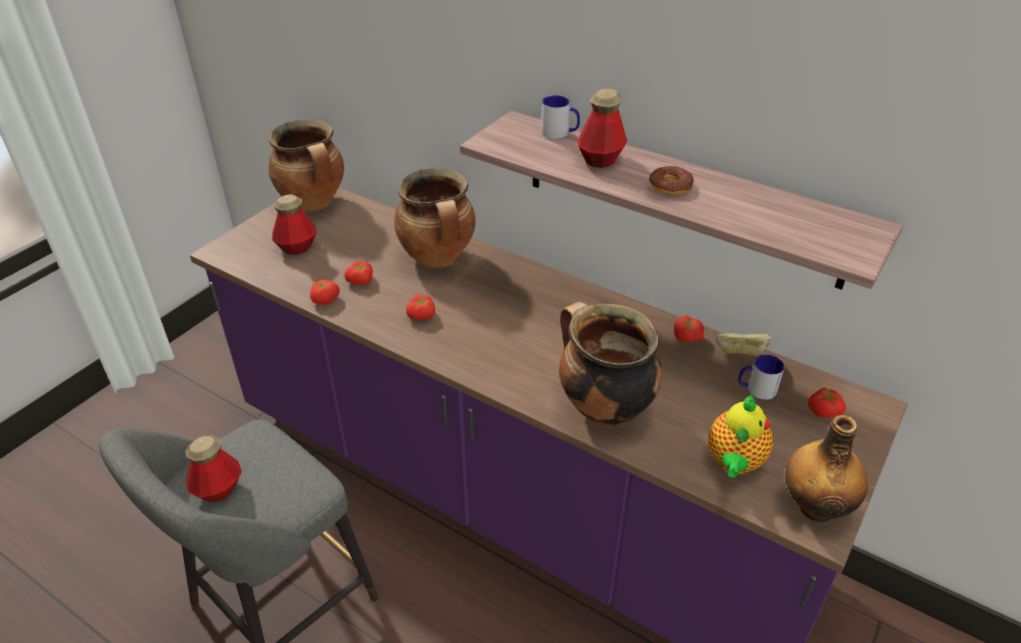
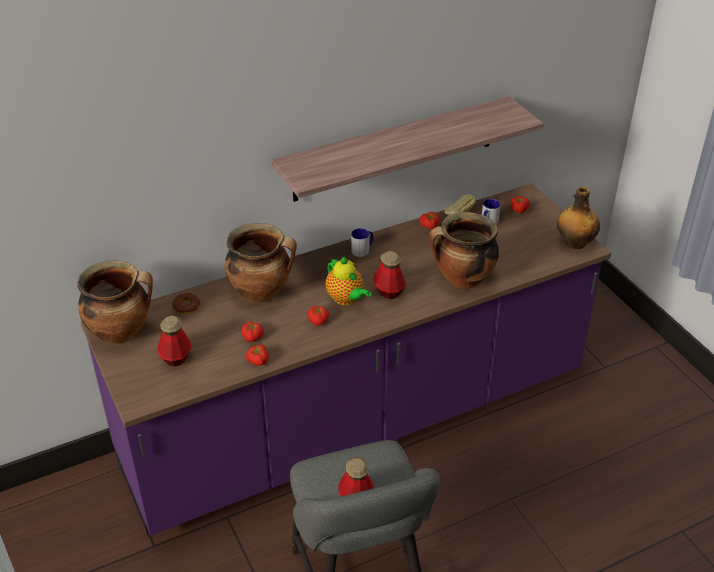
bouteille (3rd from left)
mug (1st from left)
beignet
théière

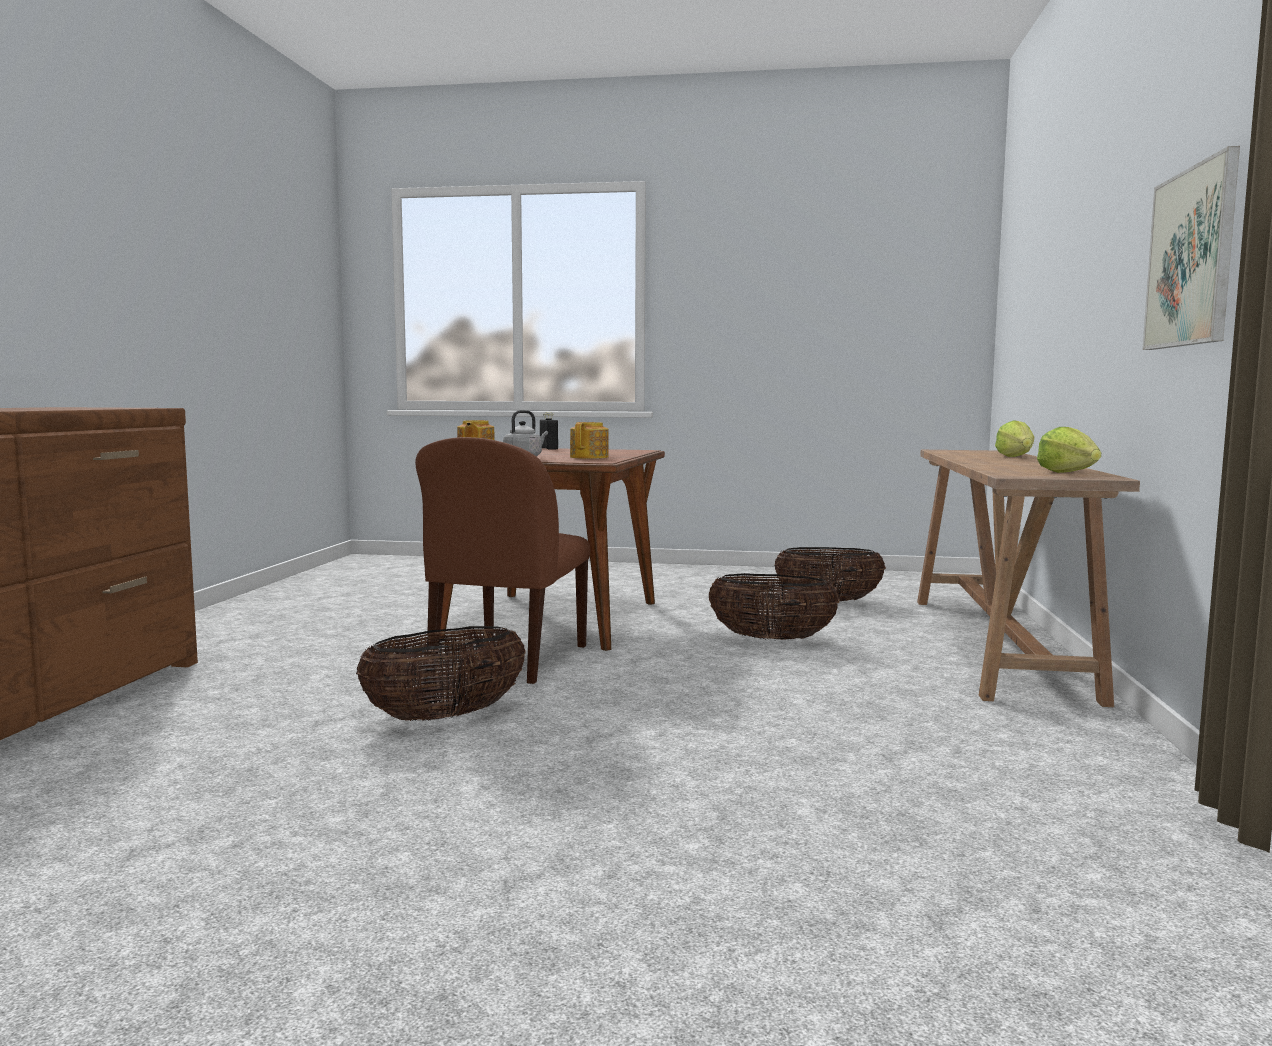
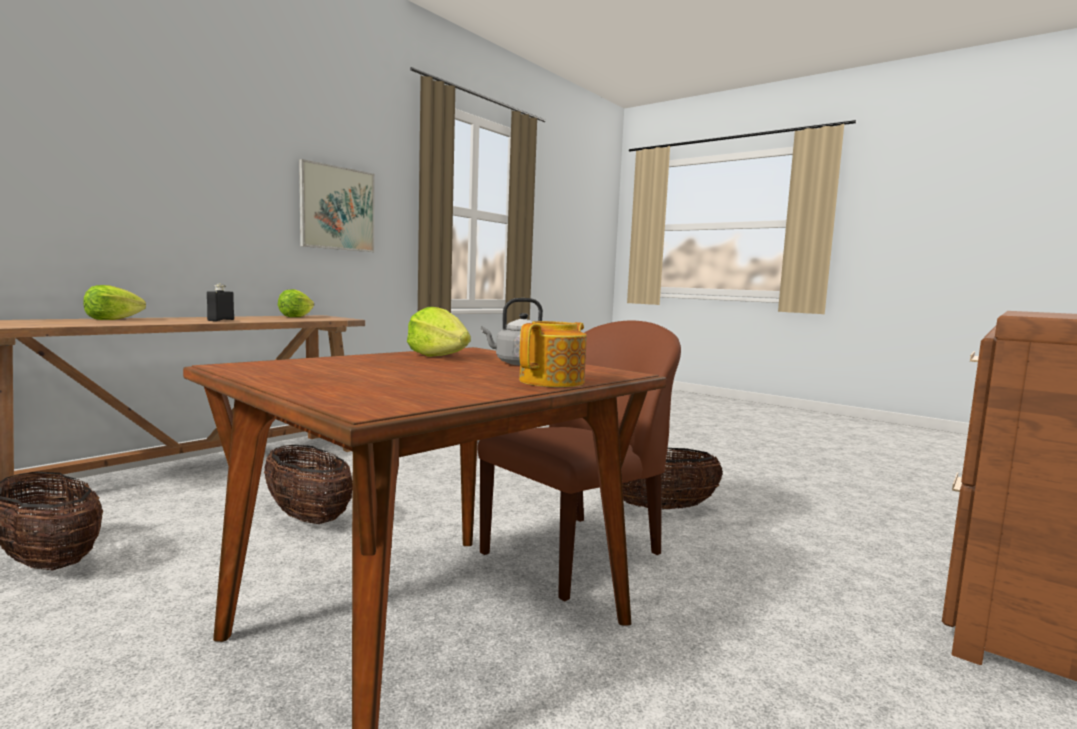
bouteille [noir]
laitue (3rd from left)

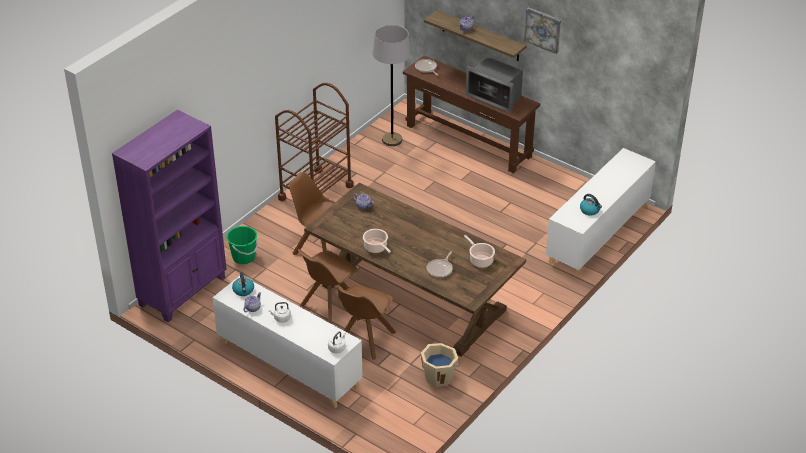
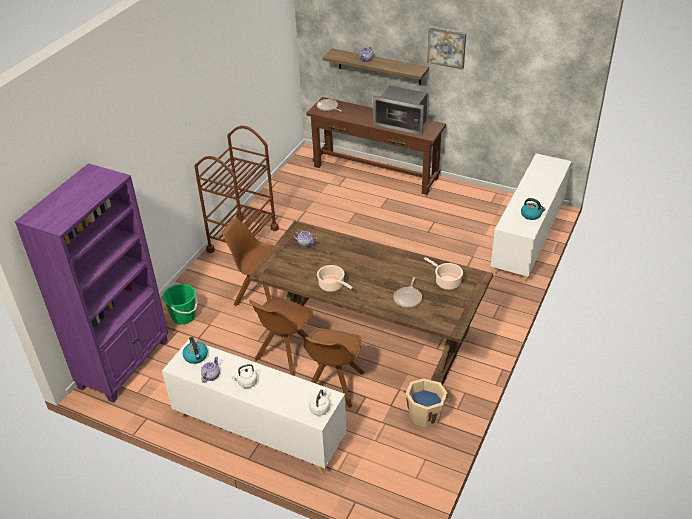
lampadaire [gris]

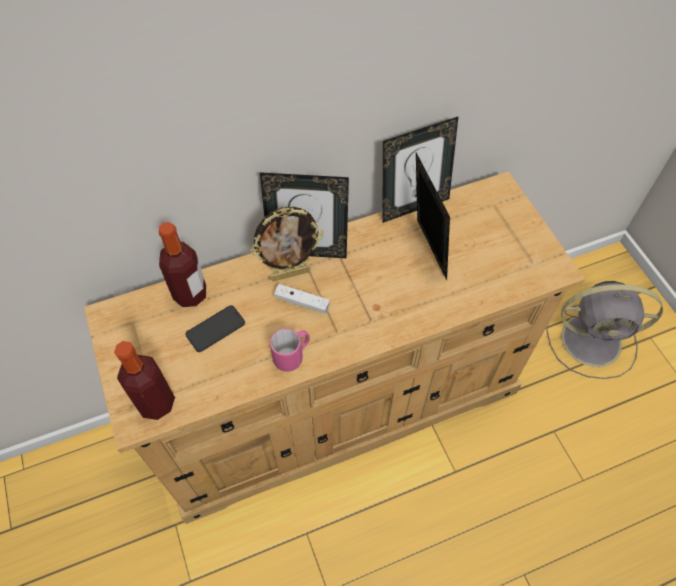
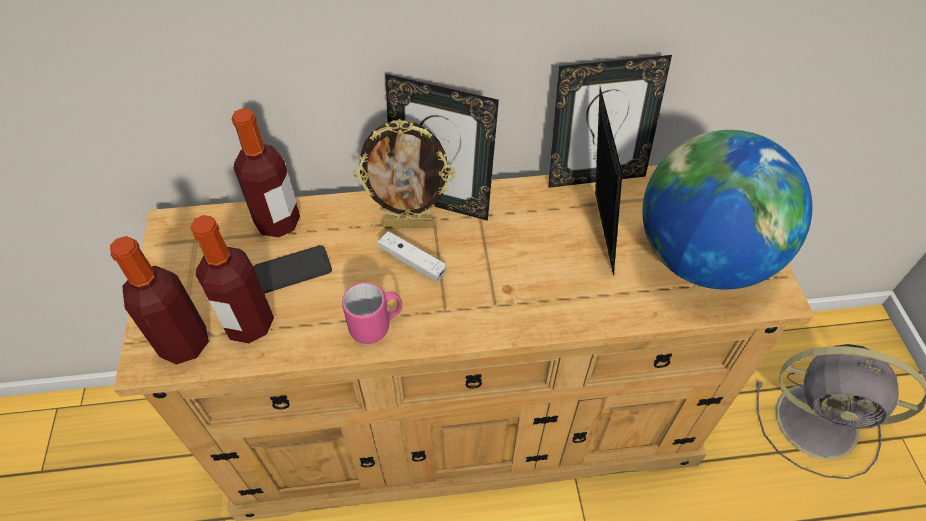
globe
bouteille (2nd from left)

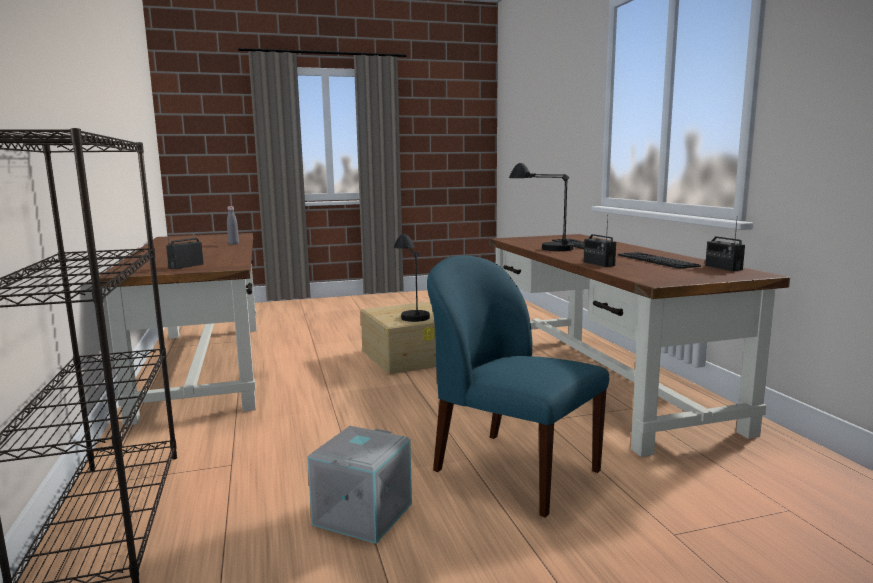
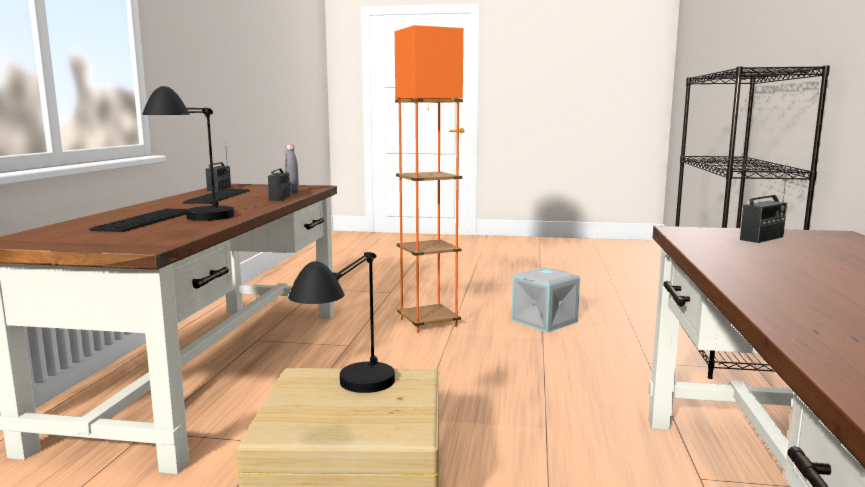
bouteille [gris]
lampadaire [orange]

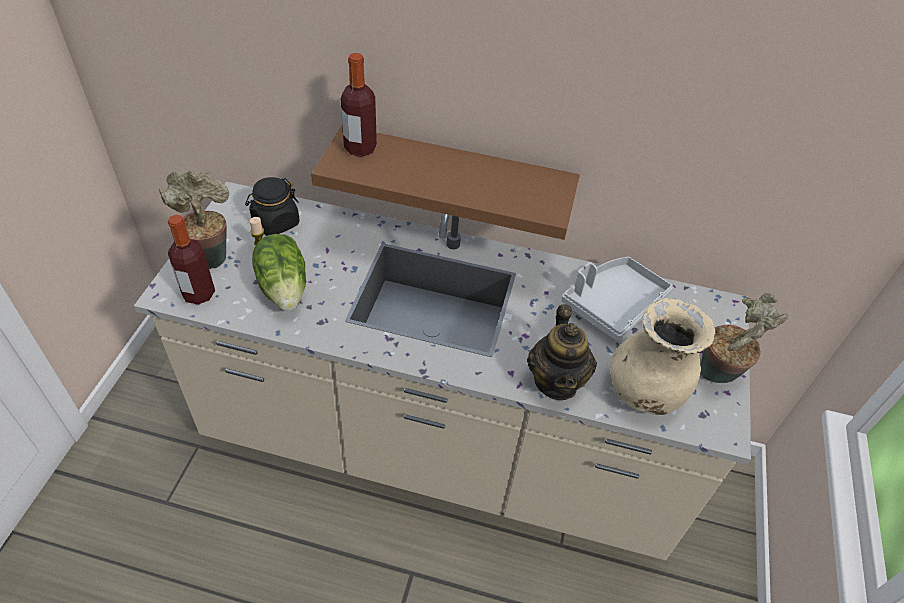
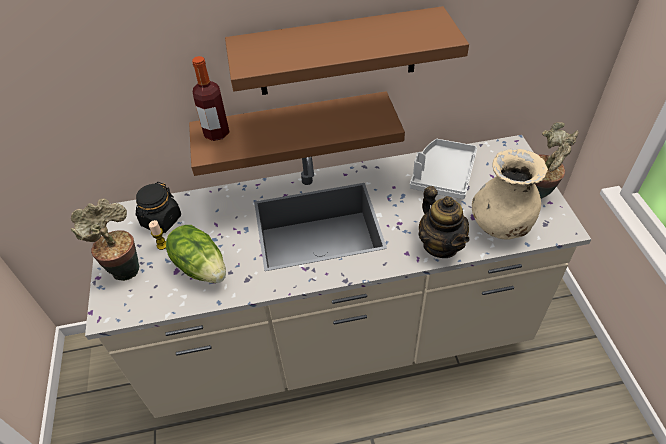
bouteille (1st from left in the first image)
étagère [marron] (2nd from left)

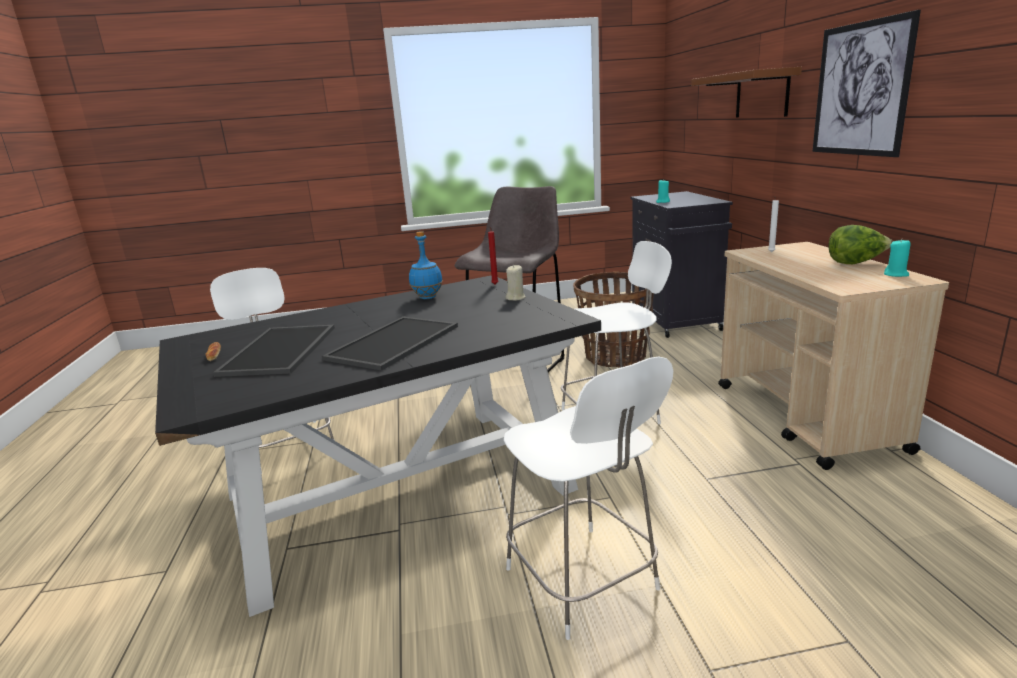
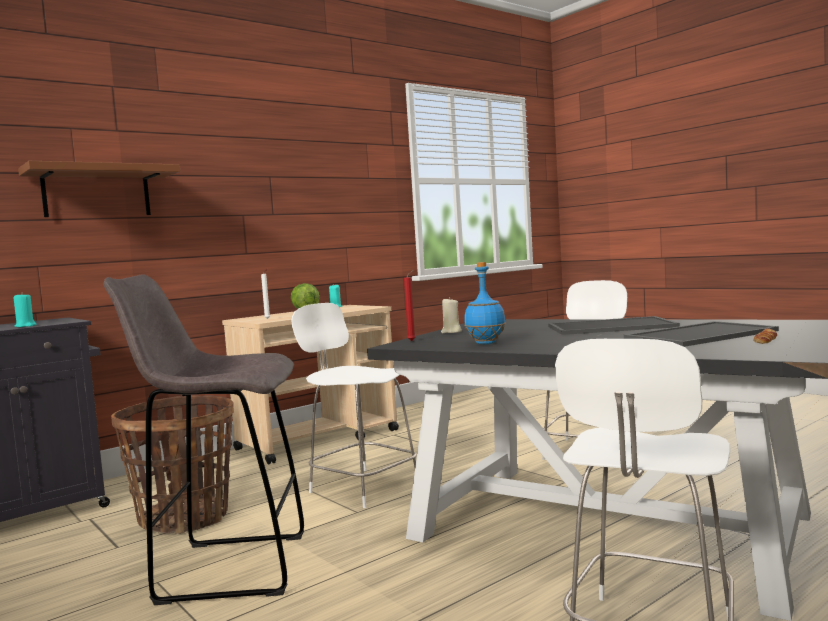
tableau

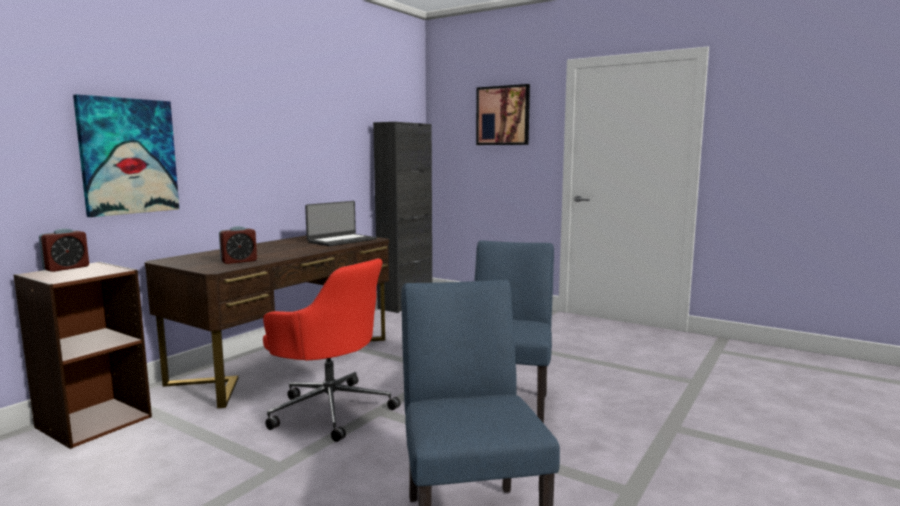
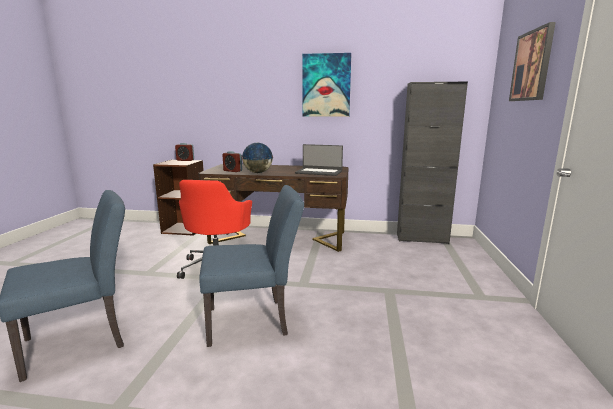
tableau (1st from left)
globe

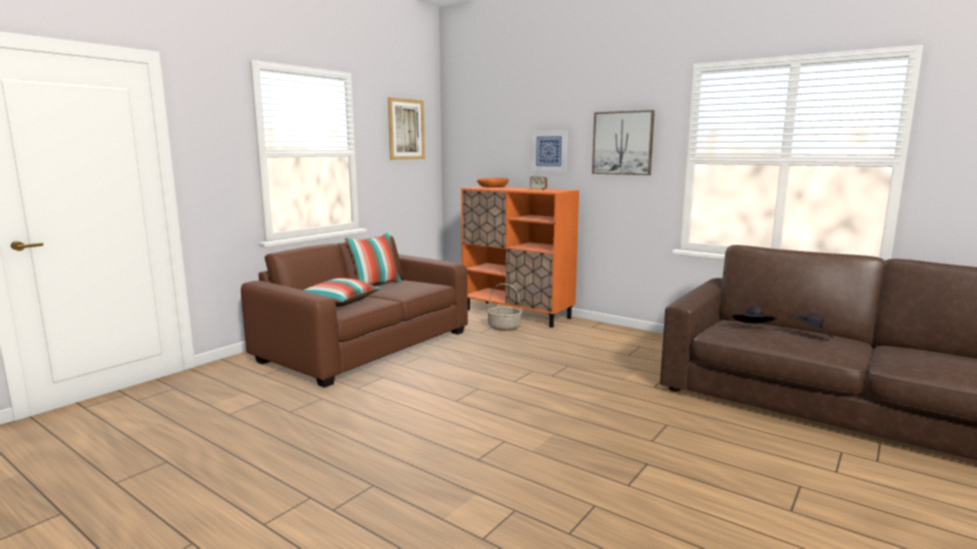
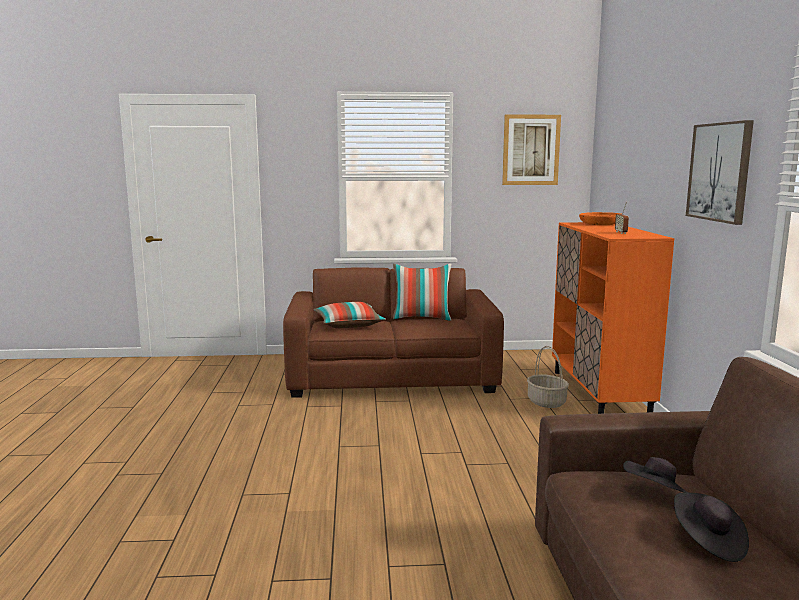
tableau (2nd from left in the first image)

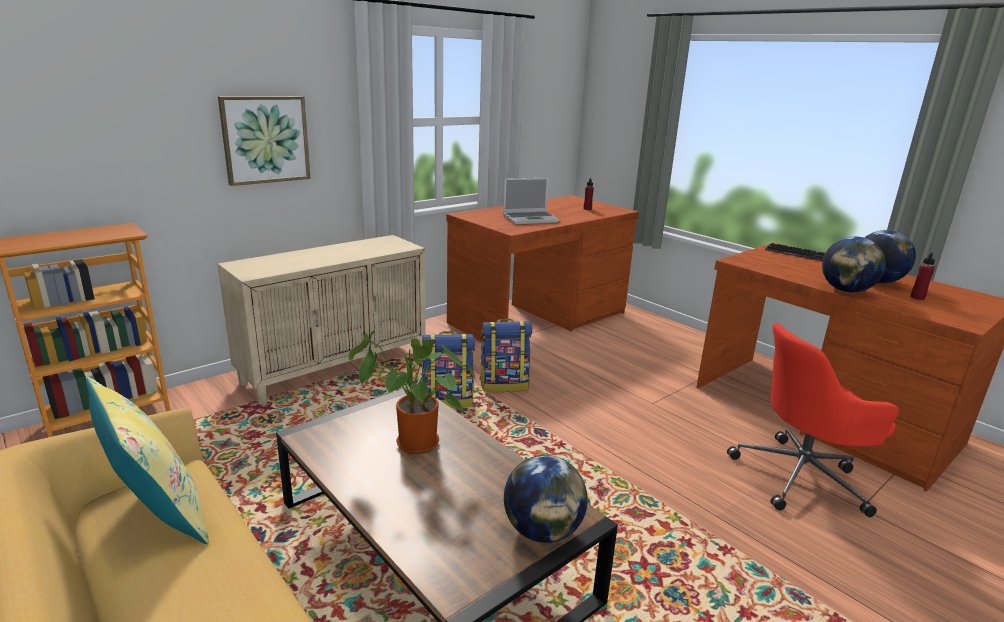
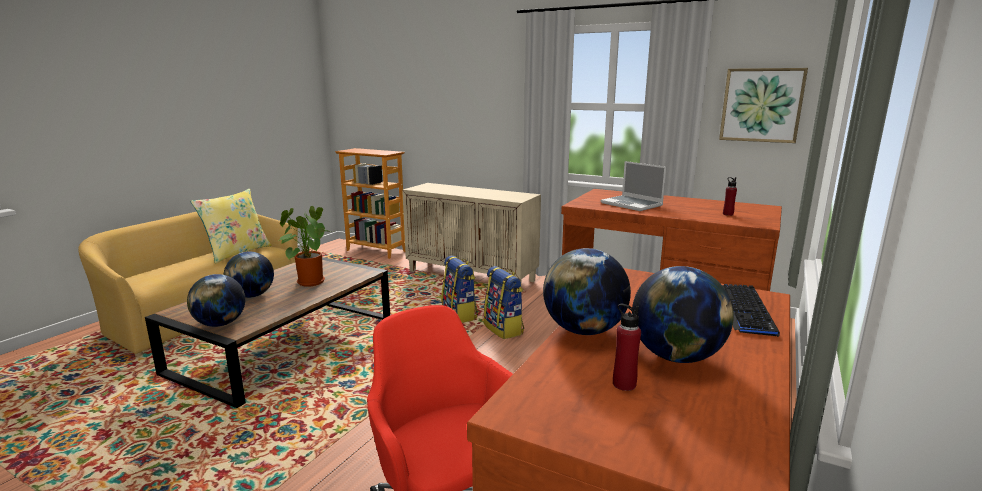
tableau
globe (2nd from left)

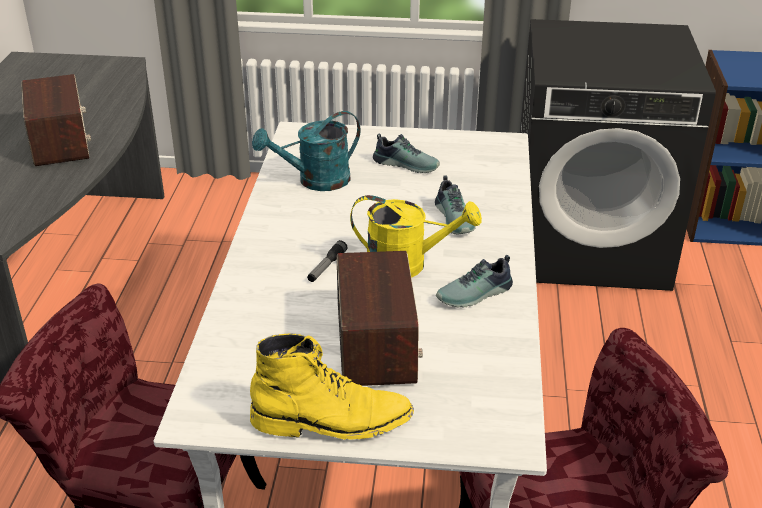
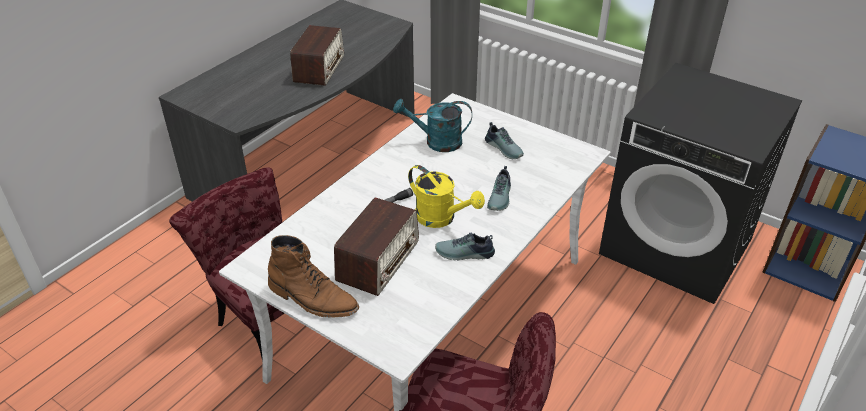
botte [marron]

